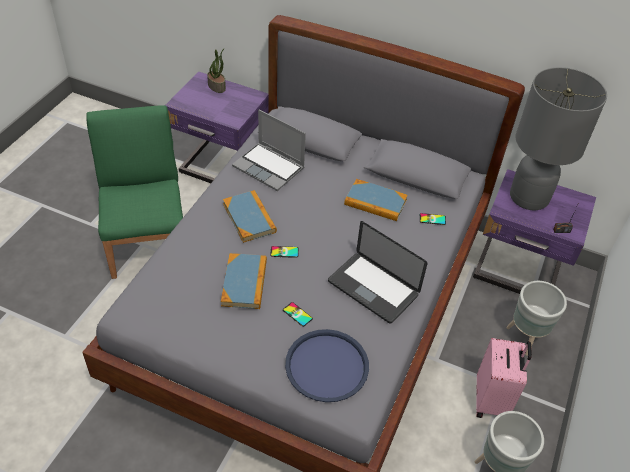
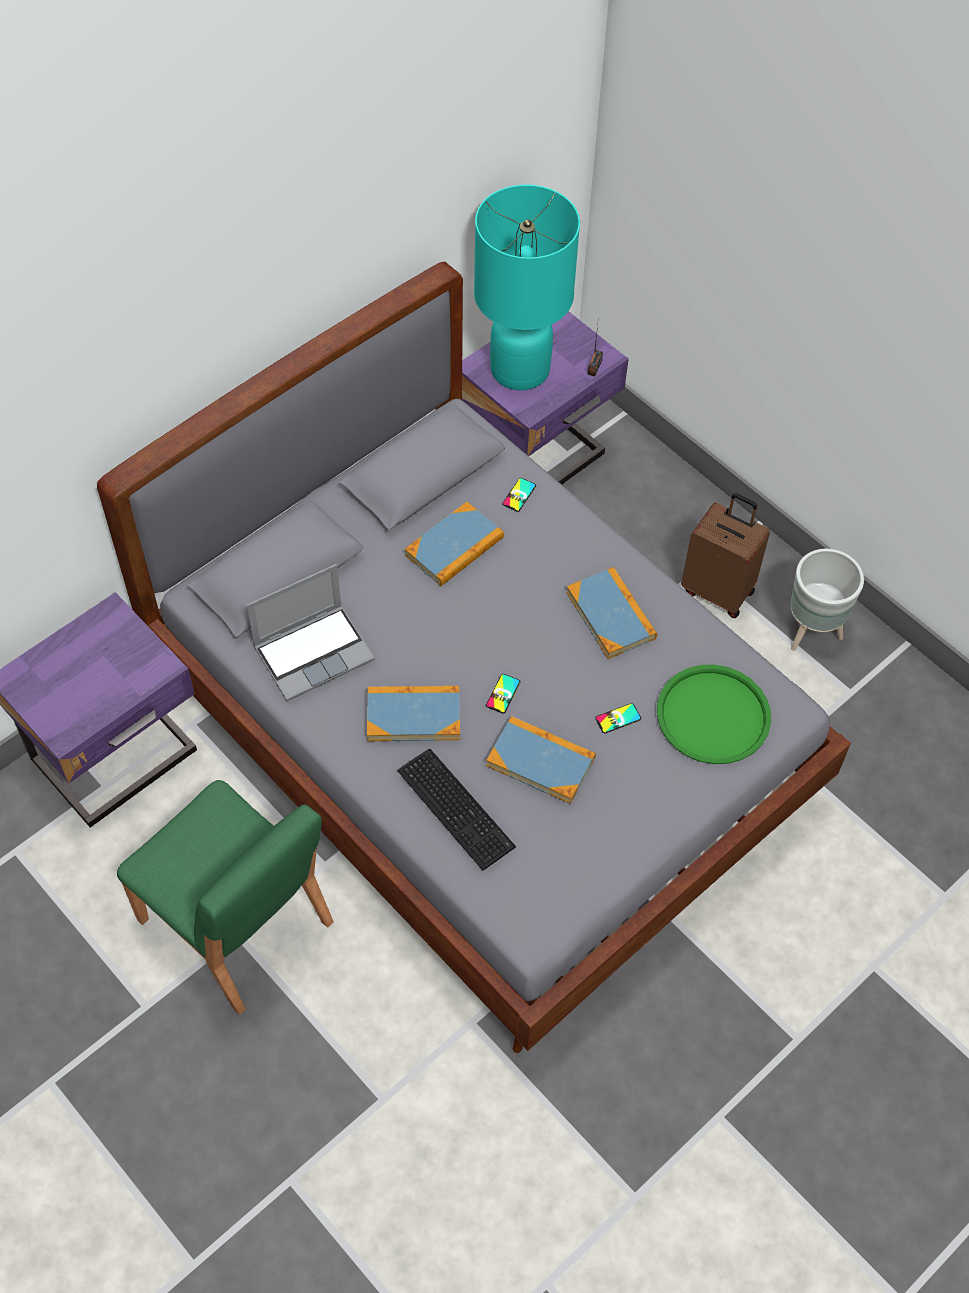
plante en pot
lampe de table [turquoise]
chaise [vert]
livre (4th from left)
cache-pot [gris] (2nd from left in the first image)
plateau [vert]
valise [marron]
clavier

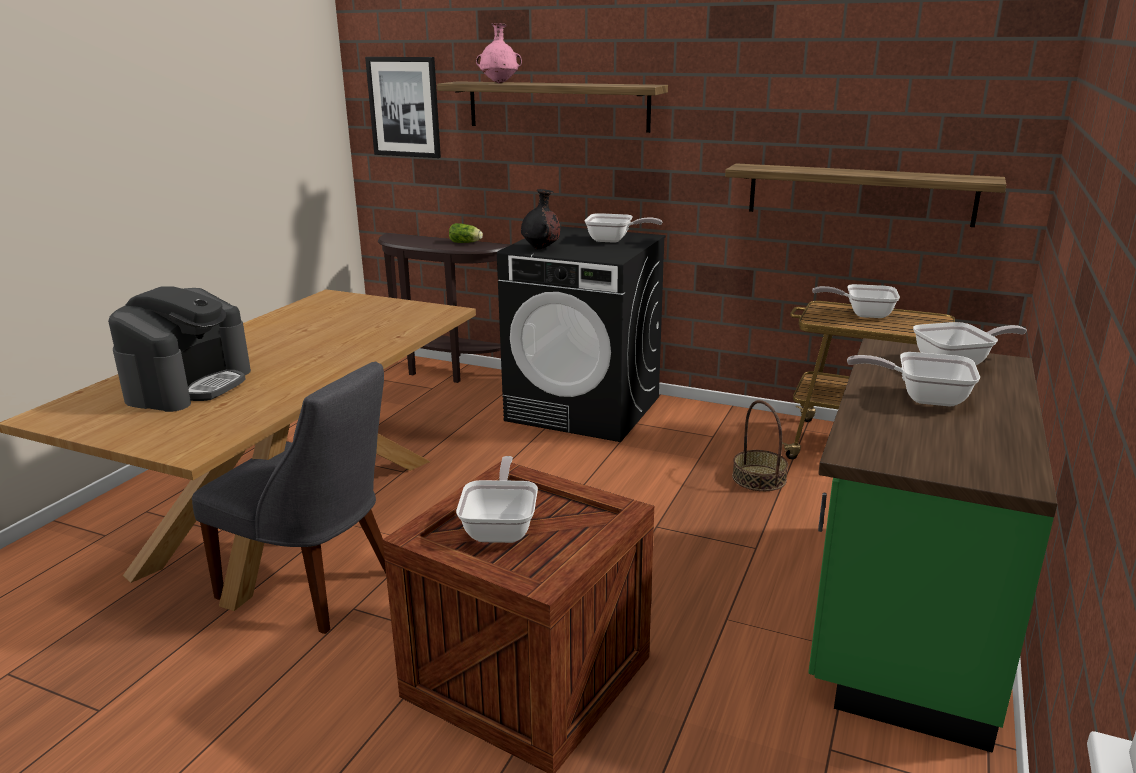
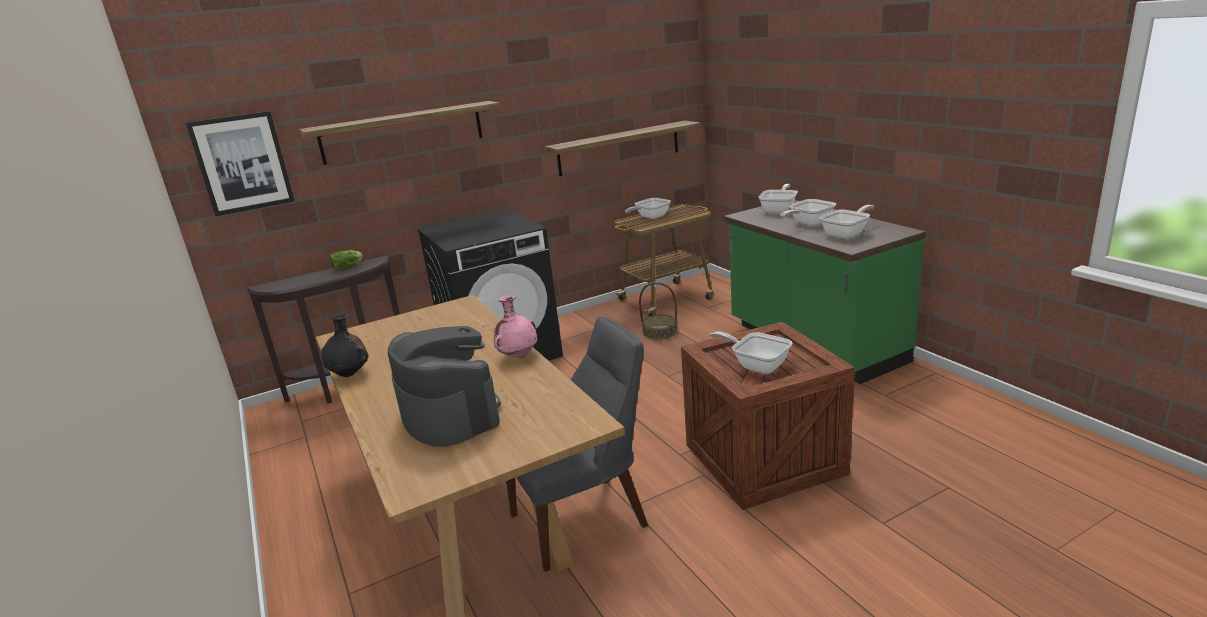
vase [rose]
vase [noir]
poêle (5th from left)

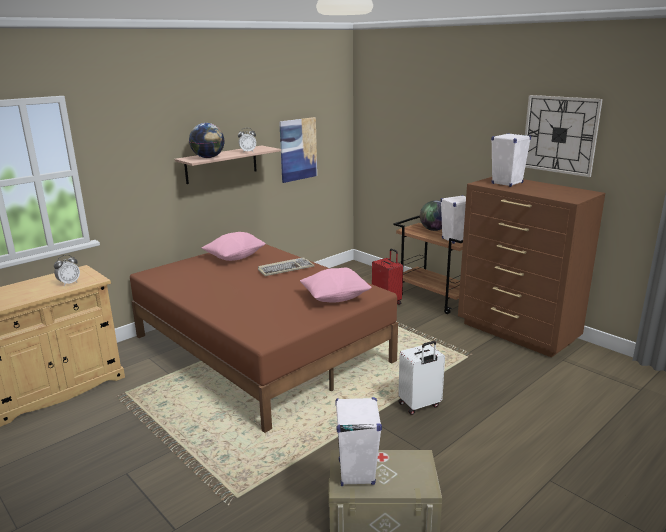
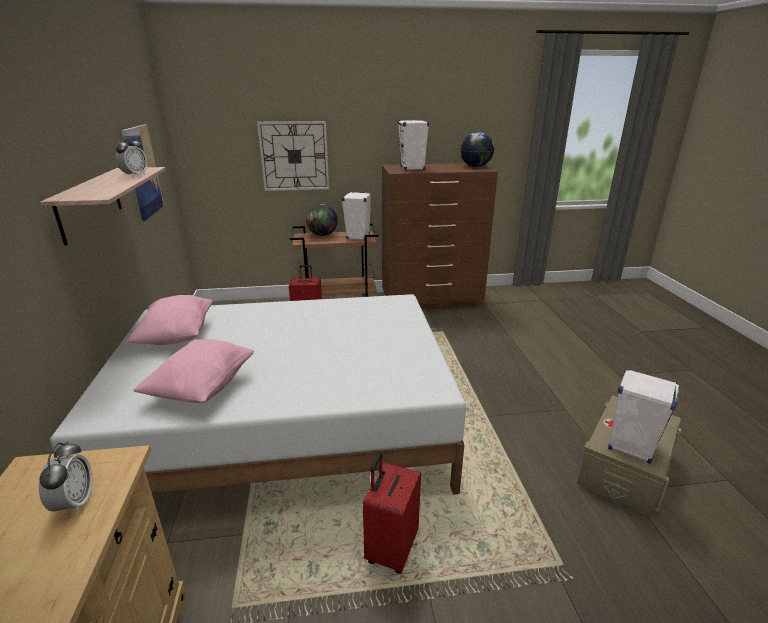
horloge murale
globe (2nd from left)
lit [blanc]
clavier
coussin [rose] (2nd from left)
valise [blanc]
valise [rouge] (2nd from left)

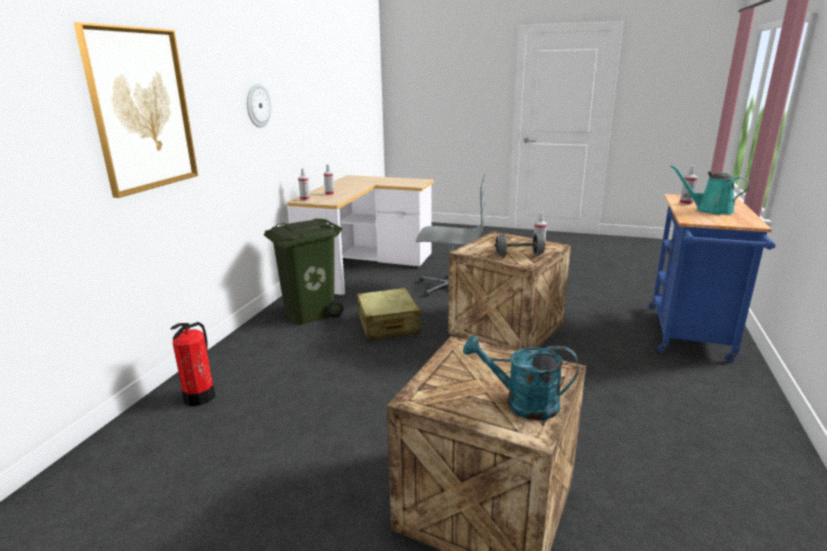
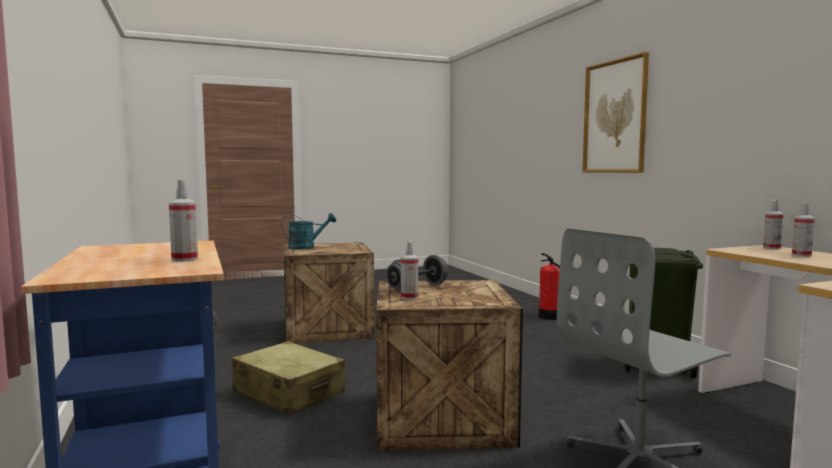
horloge murale
arrosoir [turquoise] (2nd from left in the first image)
valise [beige]

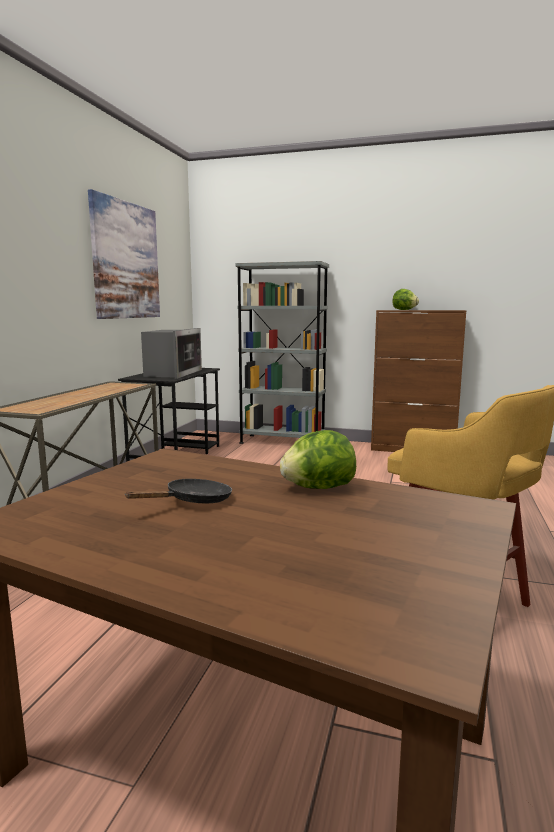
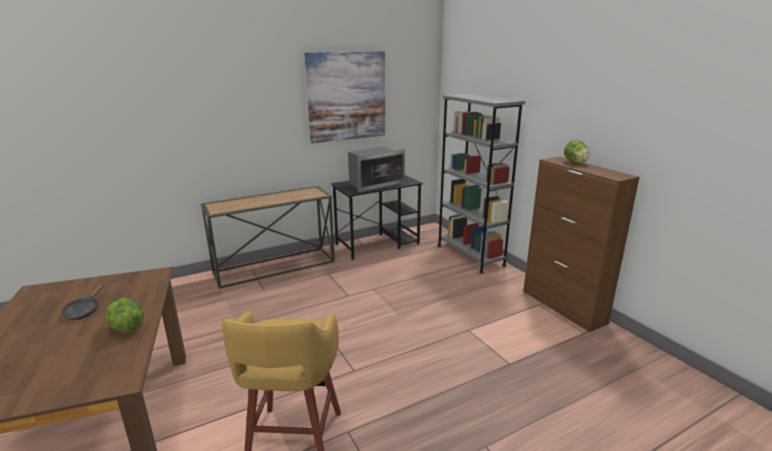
poêle [noir]

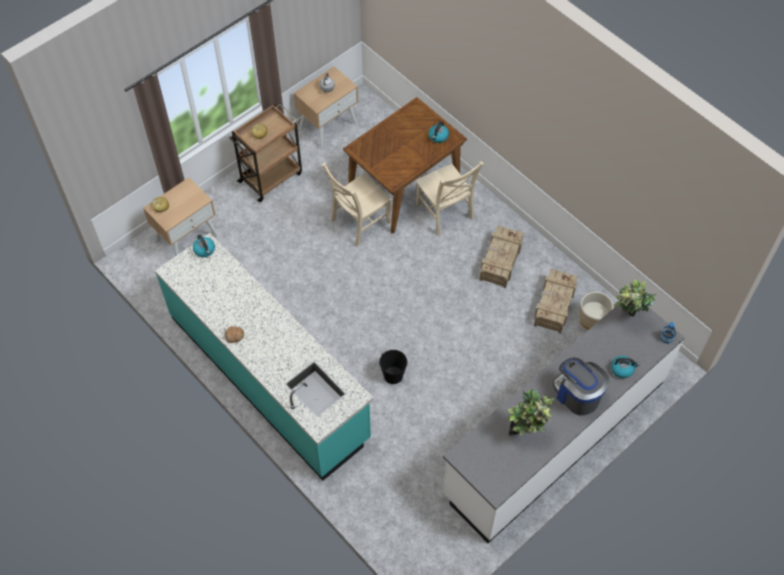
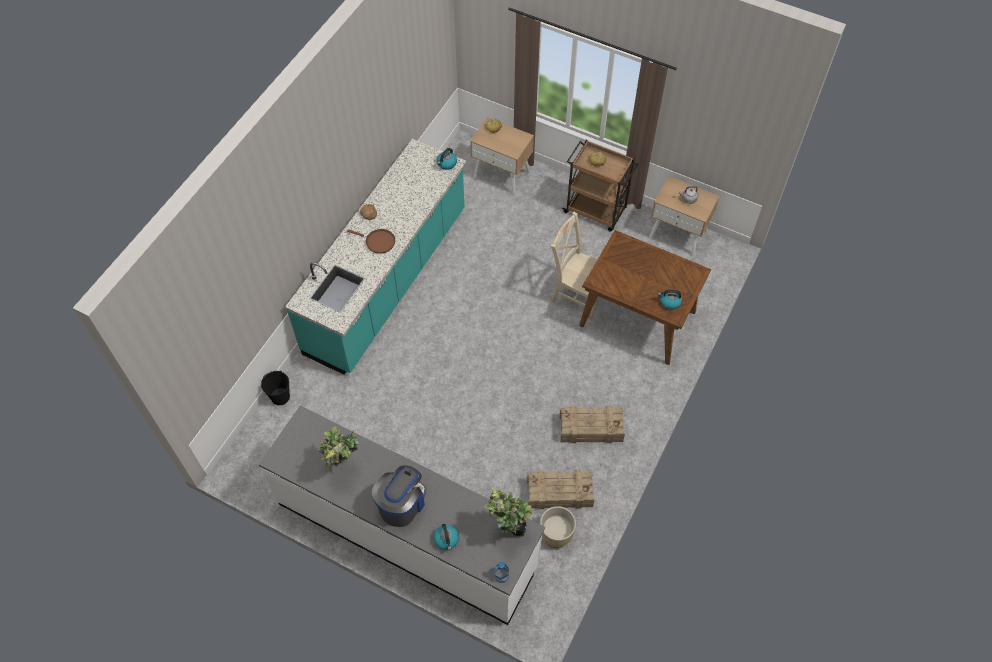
chaise [beige] (2nd from left in the first image)
seau [noir]
poêle [marron]

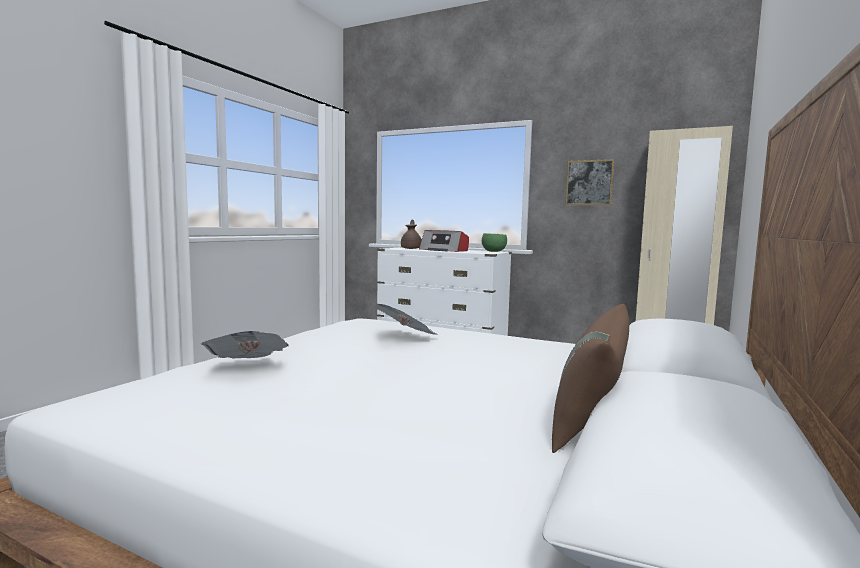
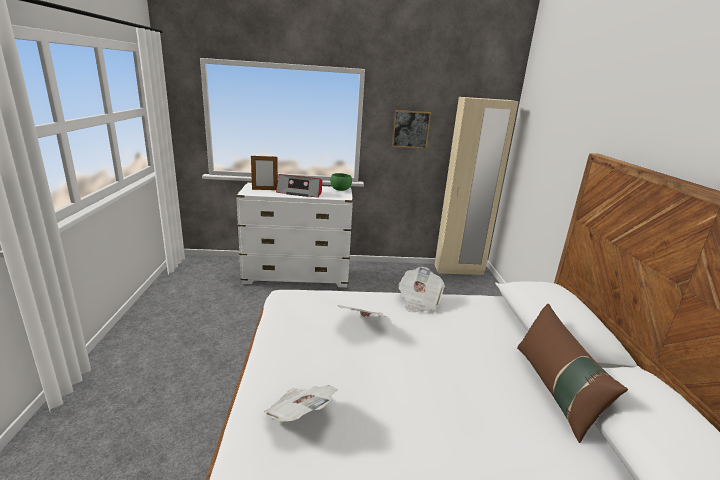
cadre photo
journal (3rd from left)

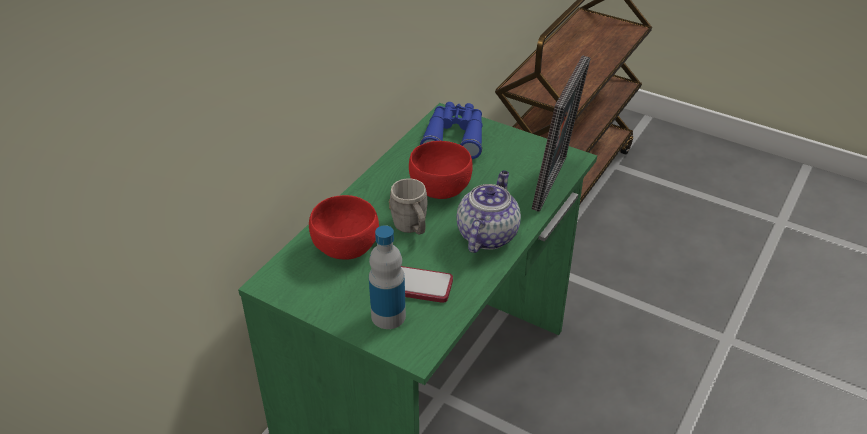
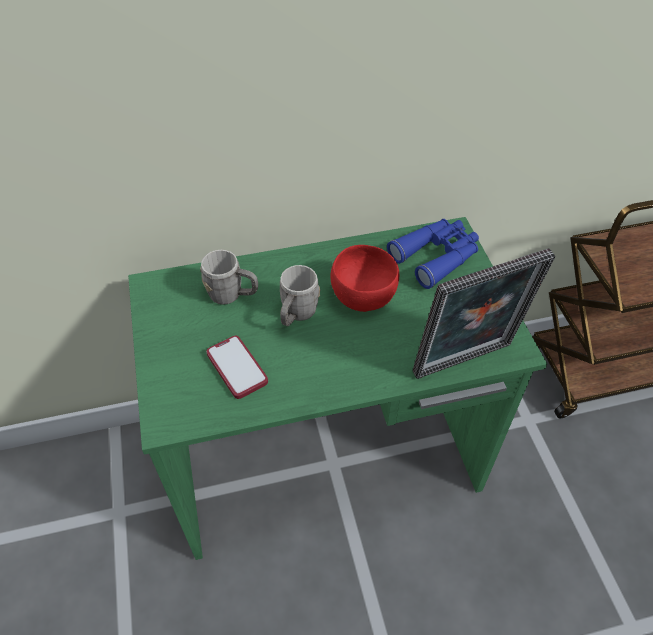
théière
mug [gris] (1st from left)
bouteille

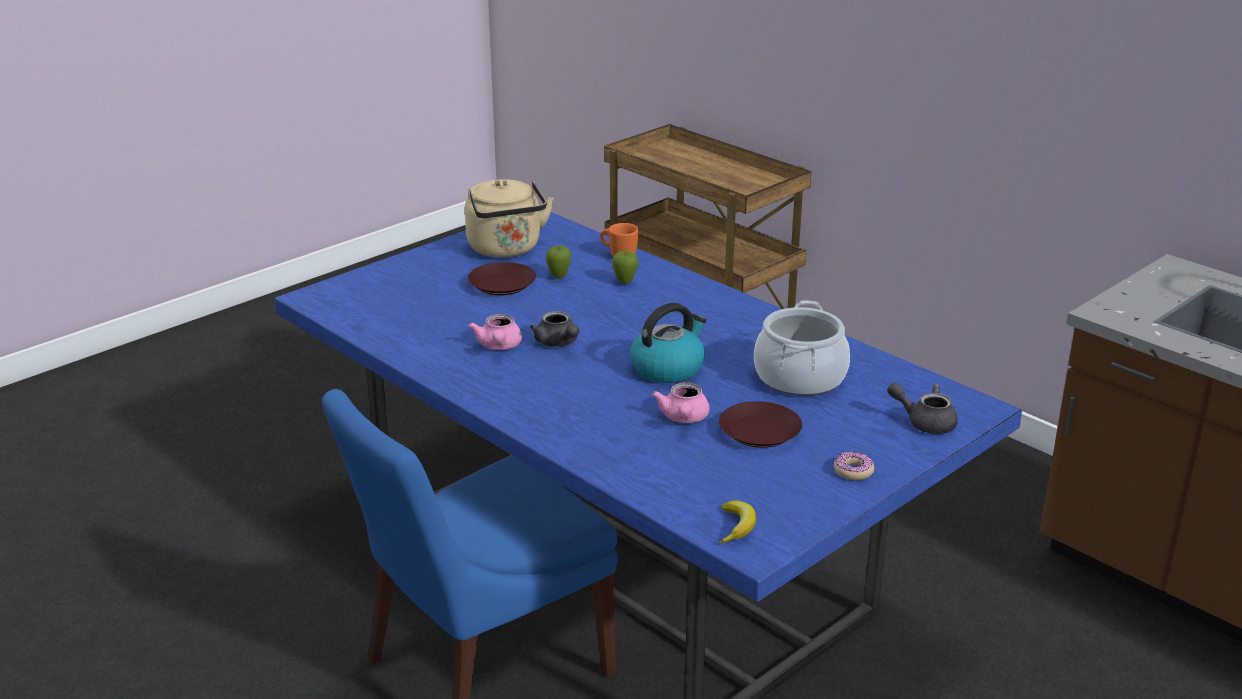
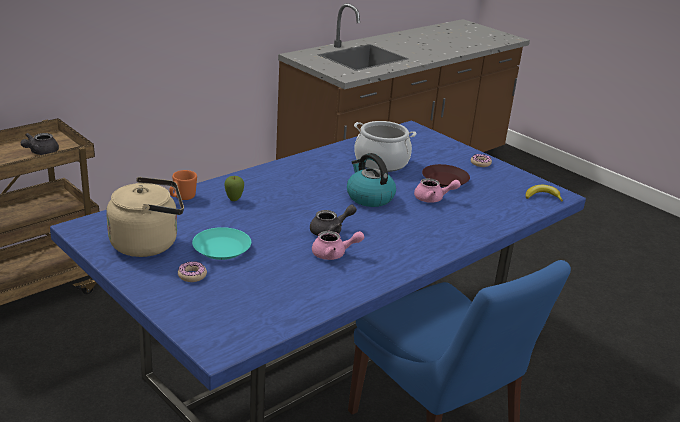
pomme (1st from left in the first image)
assiette [turquoise]
théière [gris] (1st from left)
beignet (1st from left)

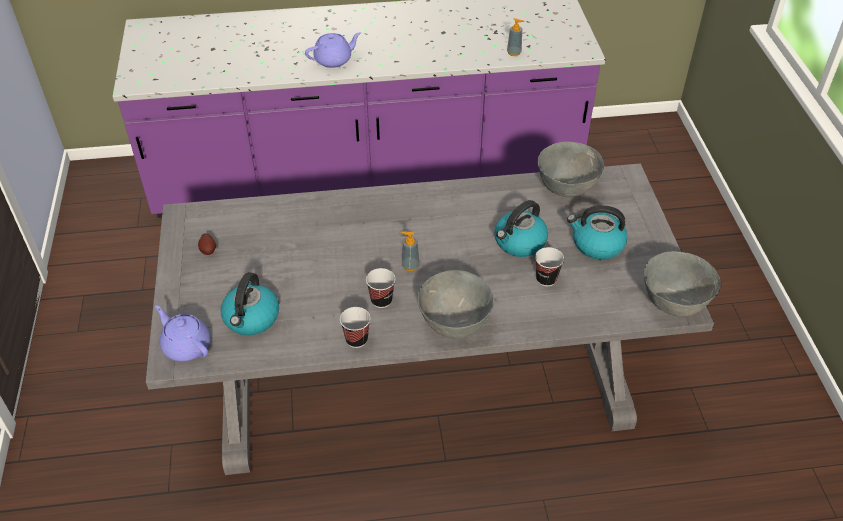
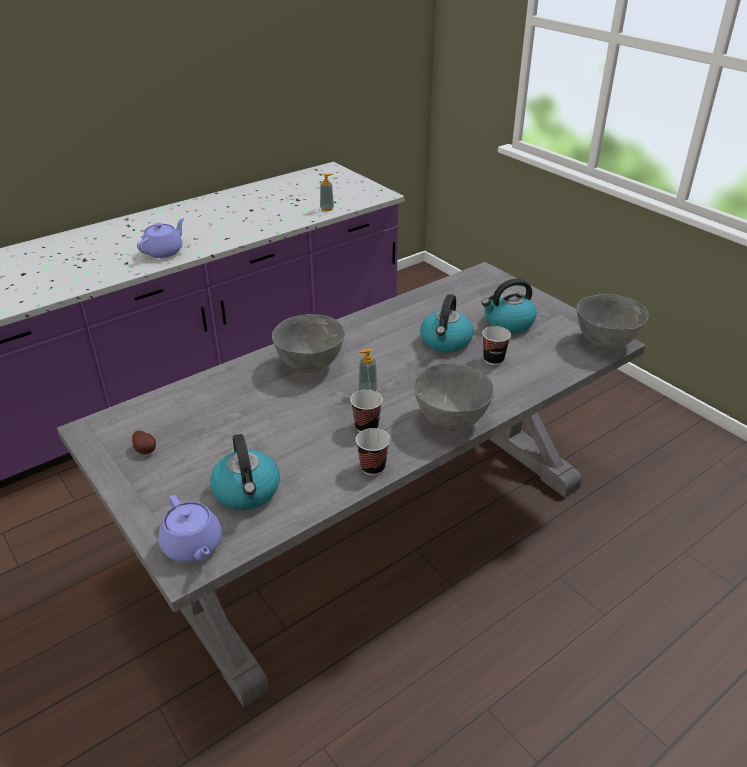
bol [gris] (1st from left)
théière [violet] (2nd from left)

